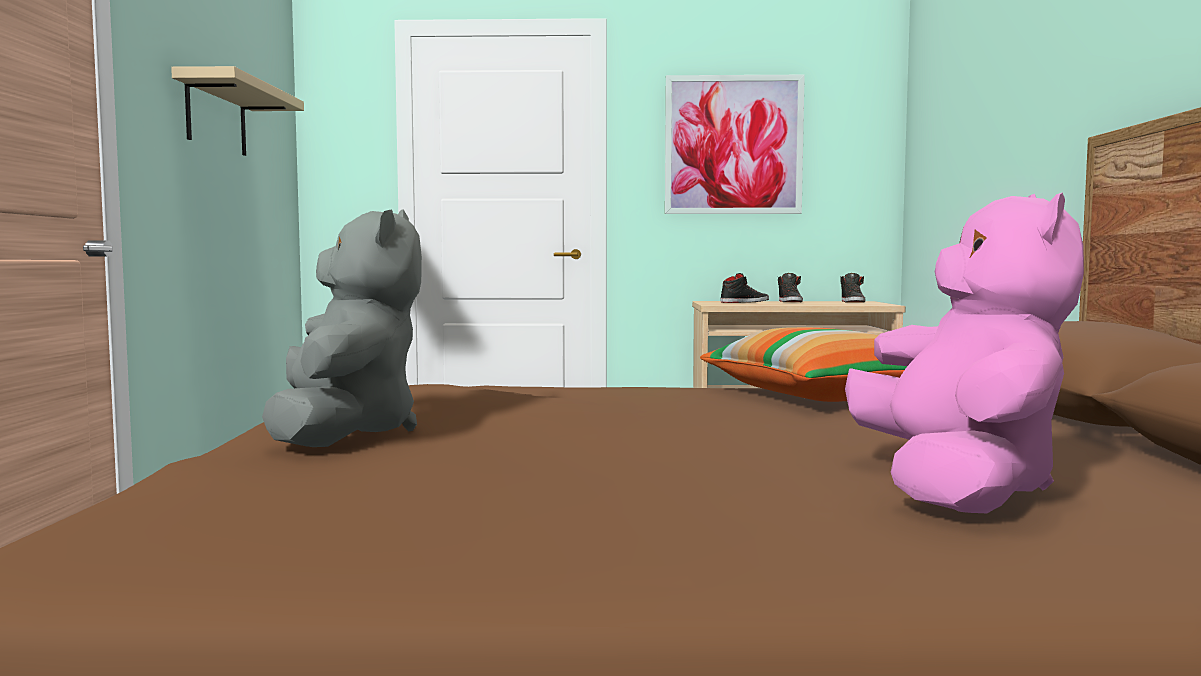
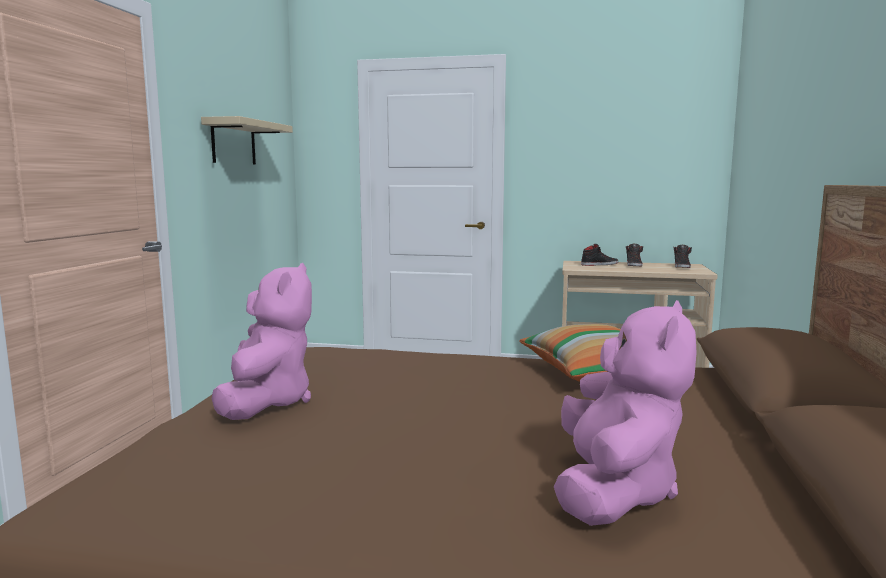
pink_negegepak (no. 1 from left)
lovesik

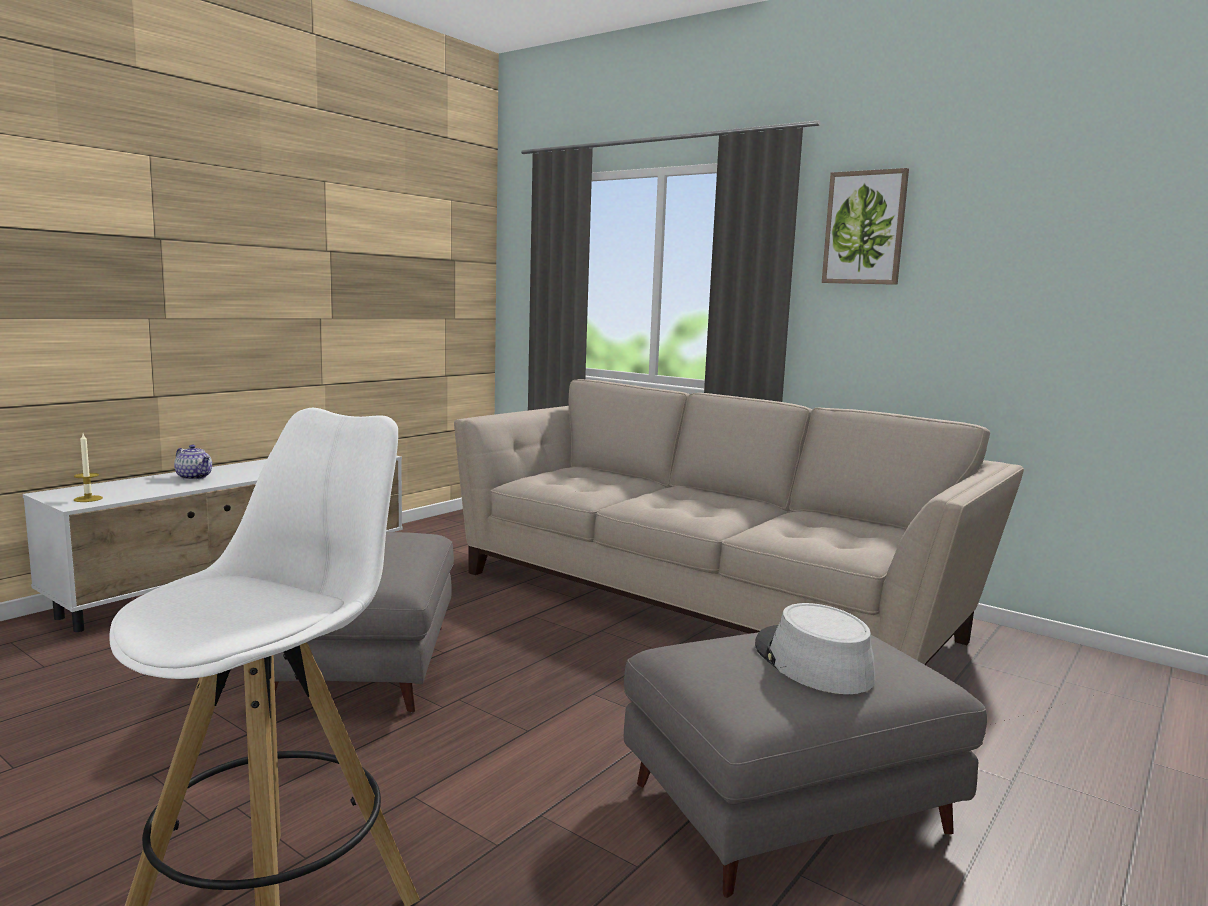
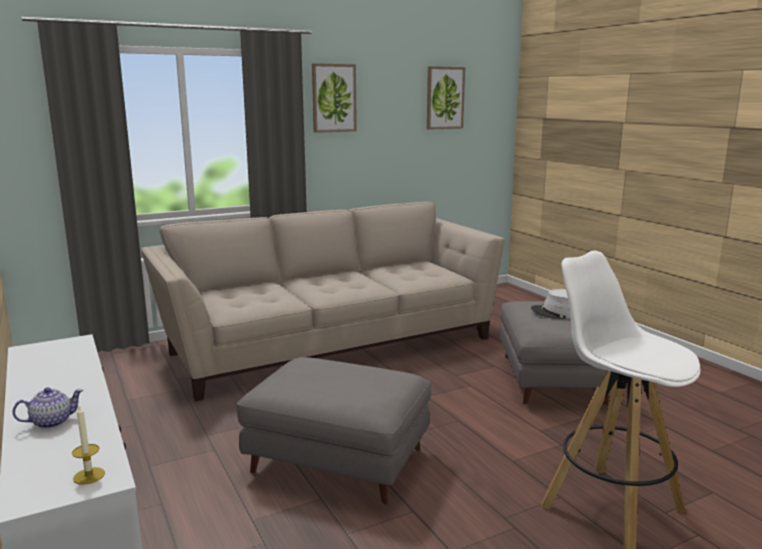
lovesik (no. 2 from left)

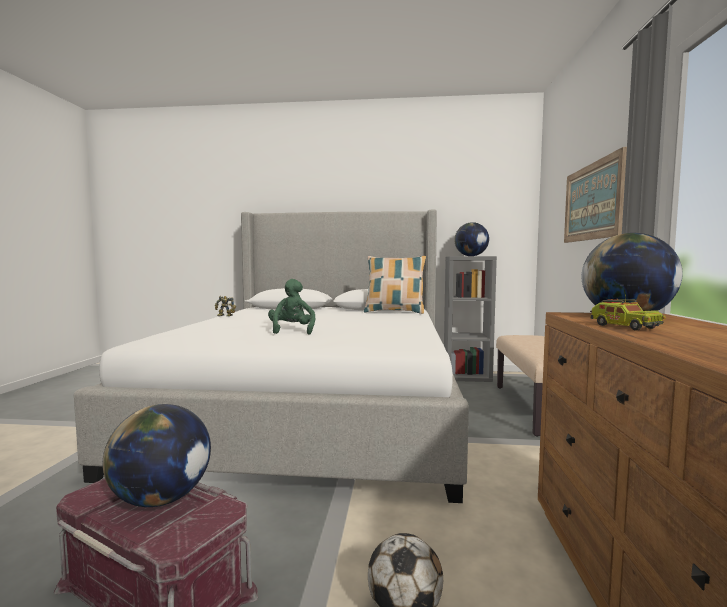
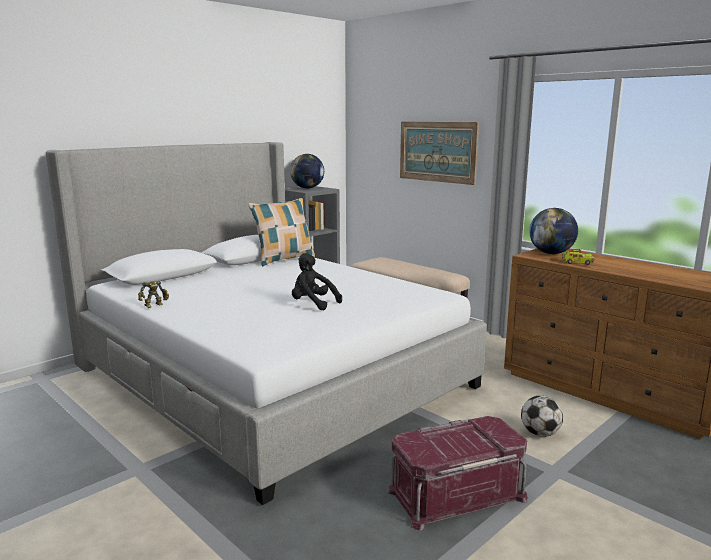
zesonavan (no. 1 from left in the first image)
black_negegepak

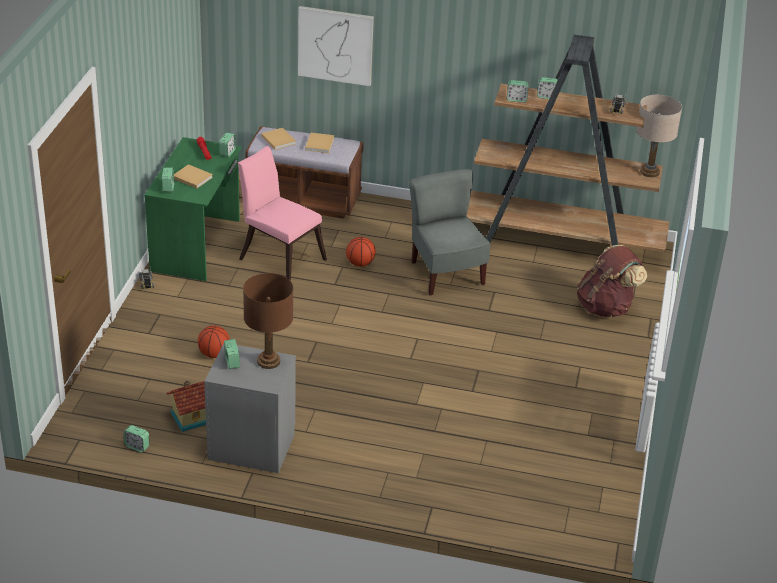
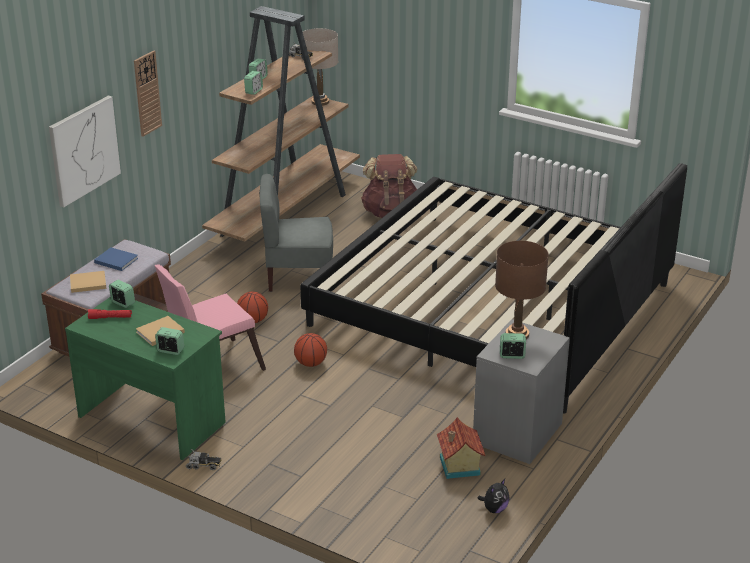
negegepak
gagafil (no. 2 from left)
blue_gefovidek
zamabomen
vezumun

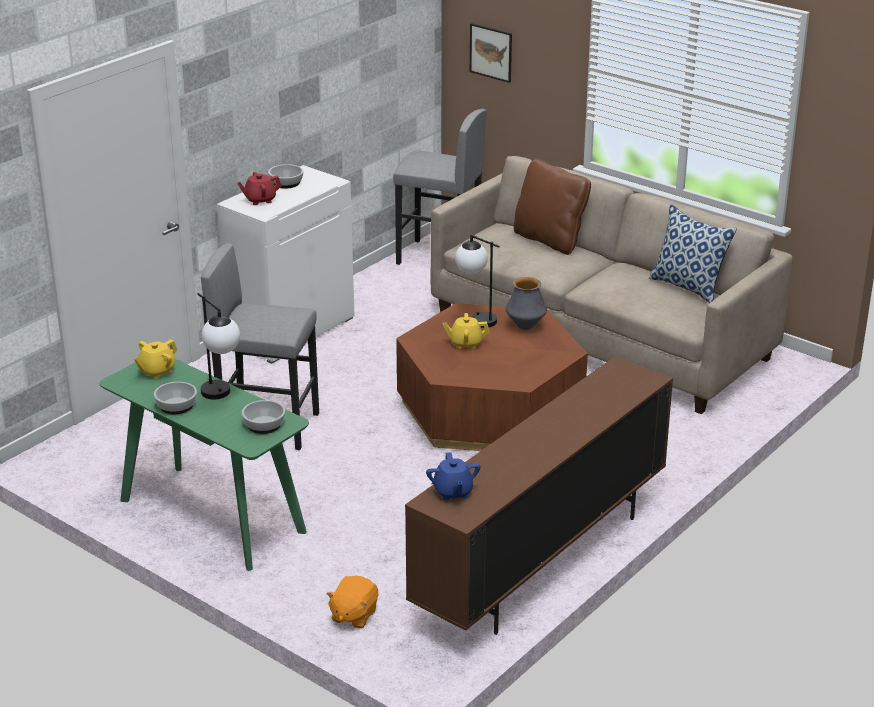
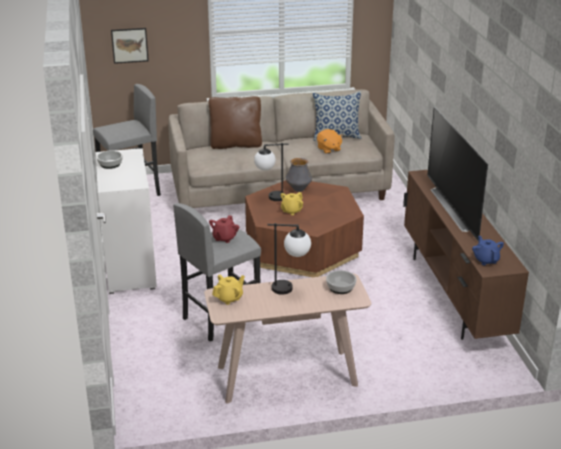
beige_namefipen
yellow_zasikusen (no. 1 from left)
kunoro (no. 1 from left in the first image)
red_zasikusen
orange_negegepak
blue_zasikusen
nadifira

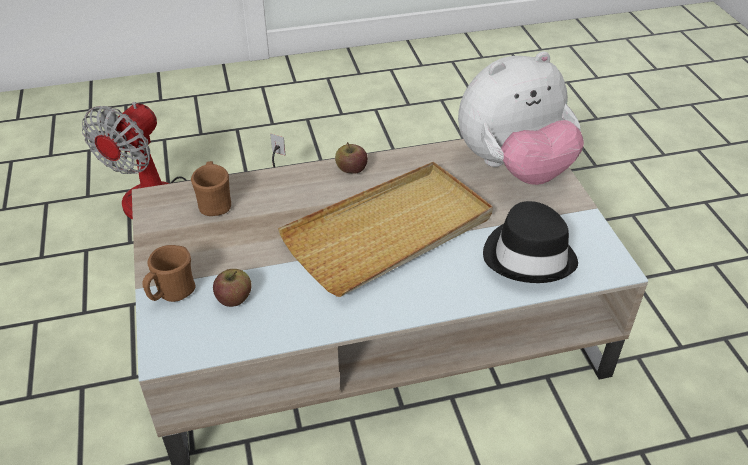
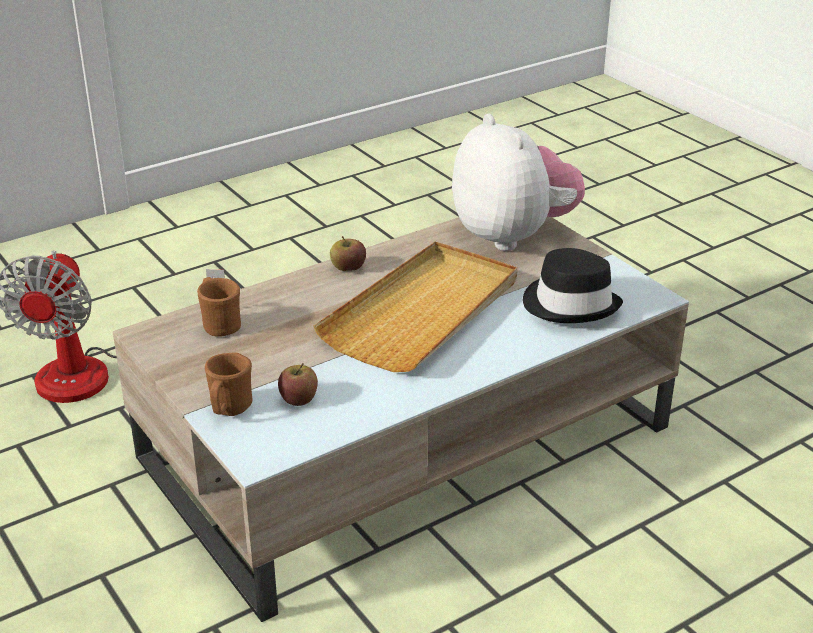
negegepak

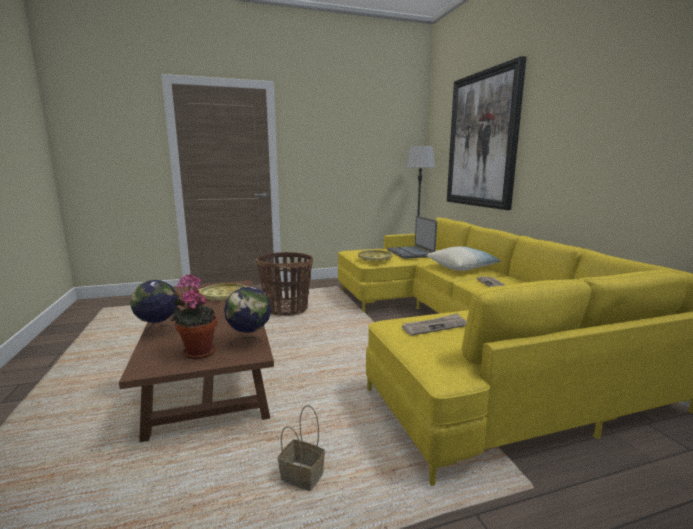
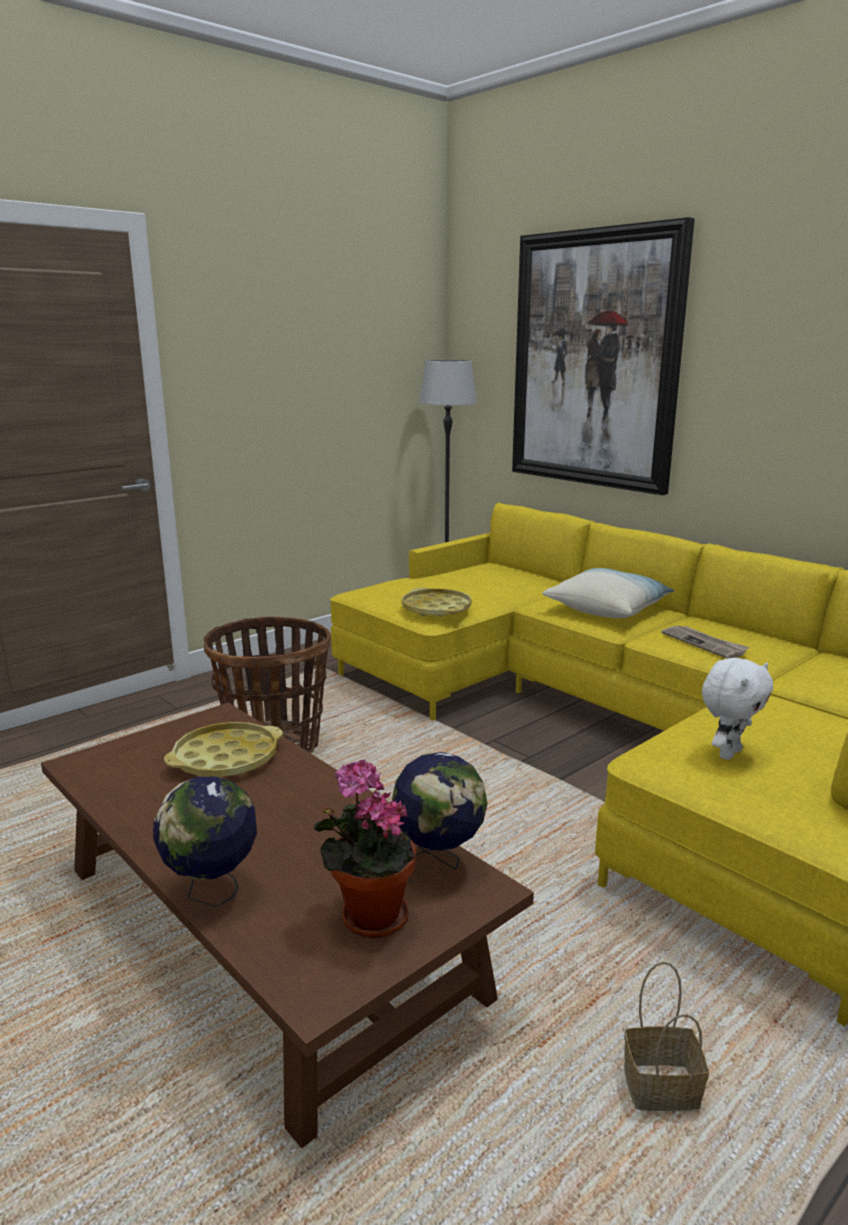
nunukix
white_negegepak

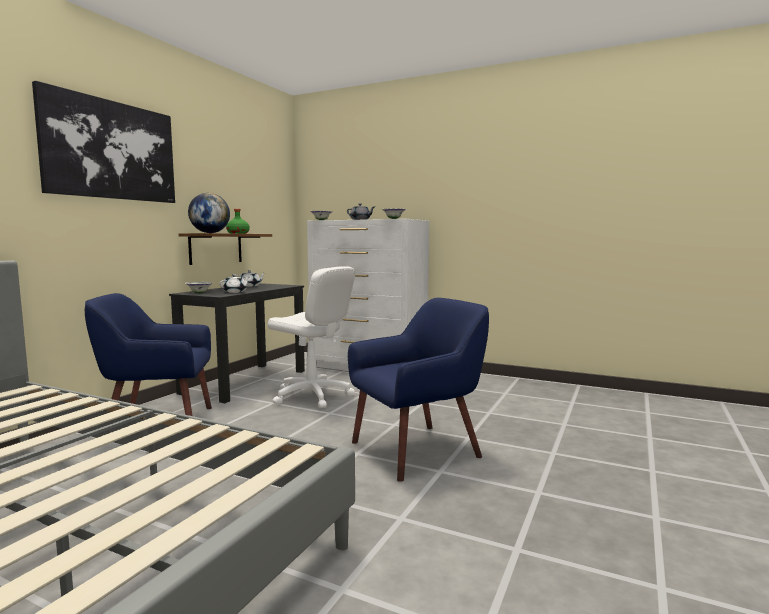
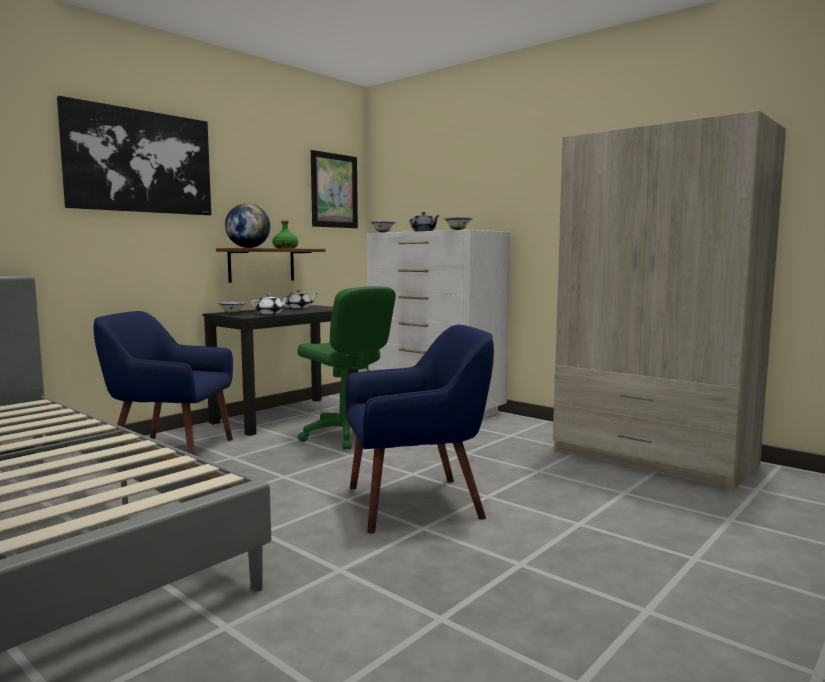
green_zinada
lovesik (no. 2 from left)
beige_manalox

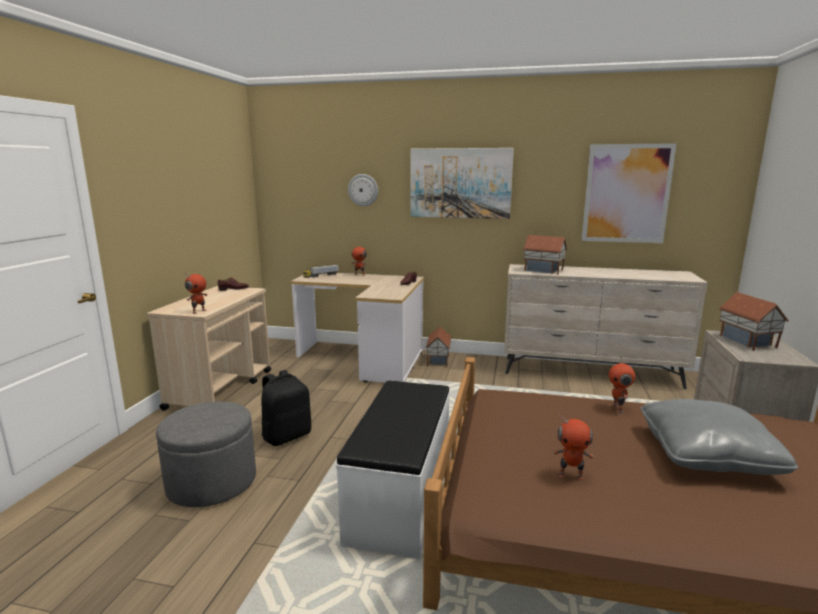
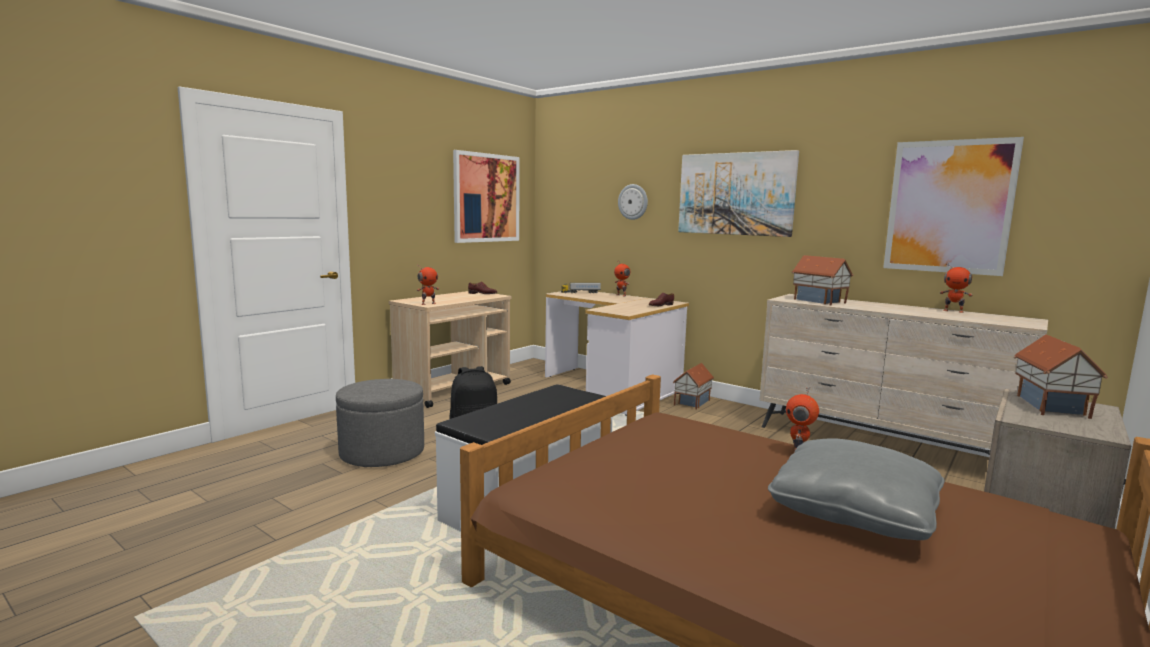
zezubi (no. 4 from left)
lovesik (no. 1 from left)

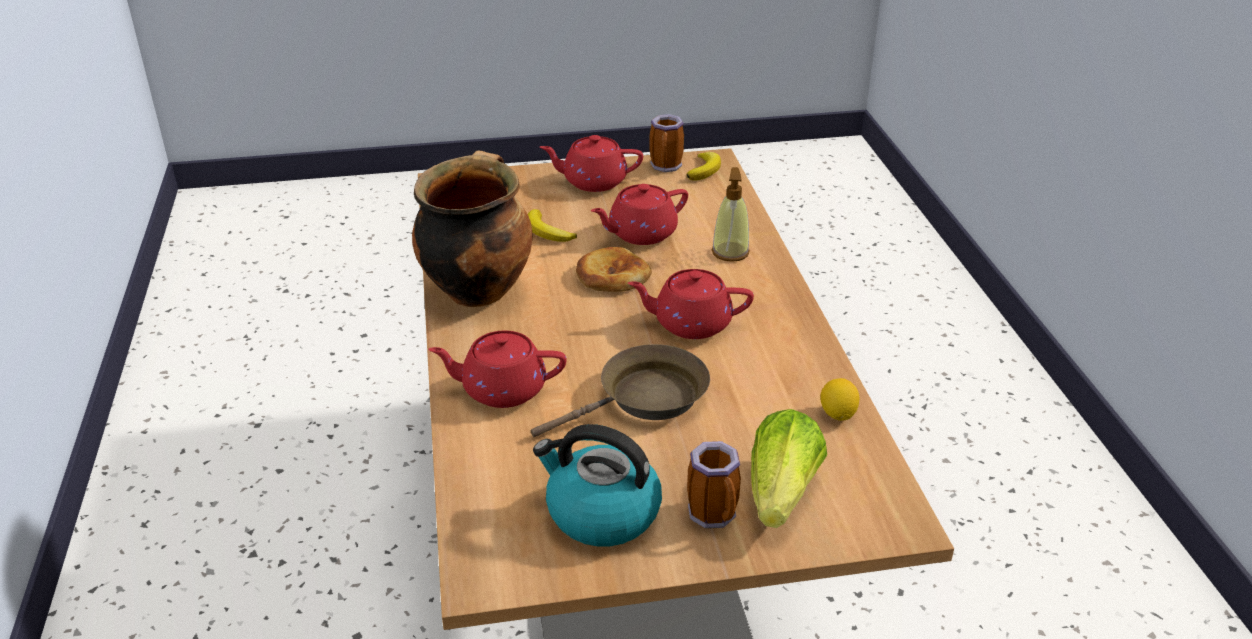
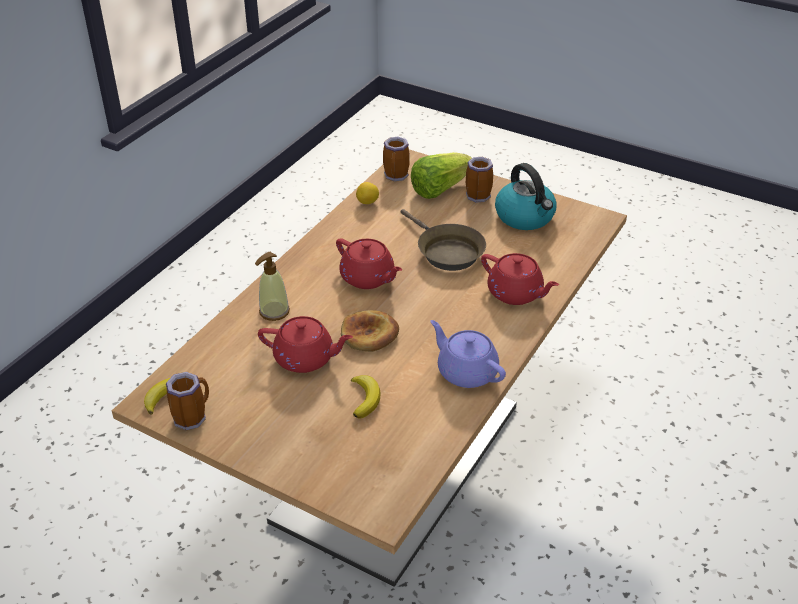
purple_zasikusen
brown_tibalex
red_zasikusen (no. 2 from left in the first image)
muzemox (no. 2 from left)

